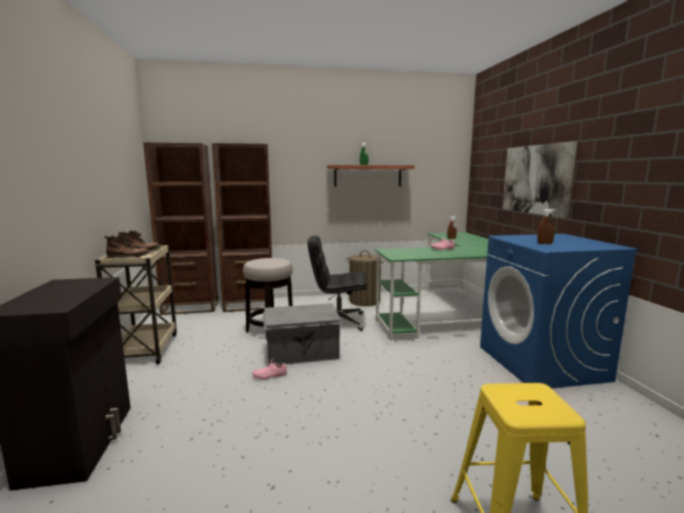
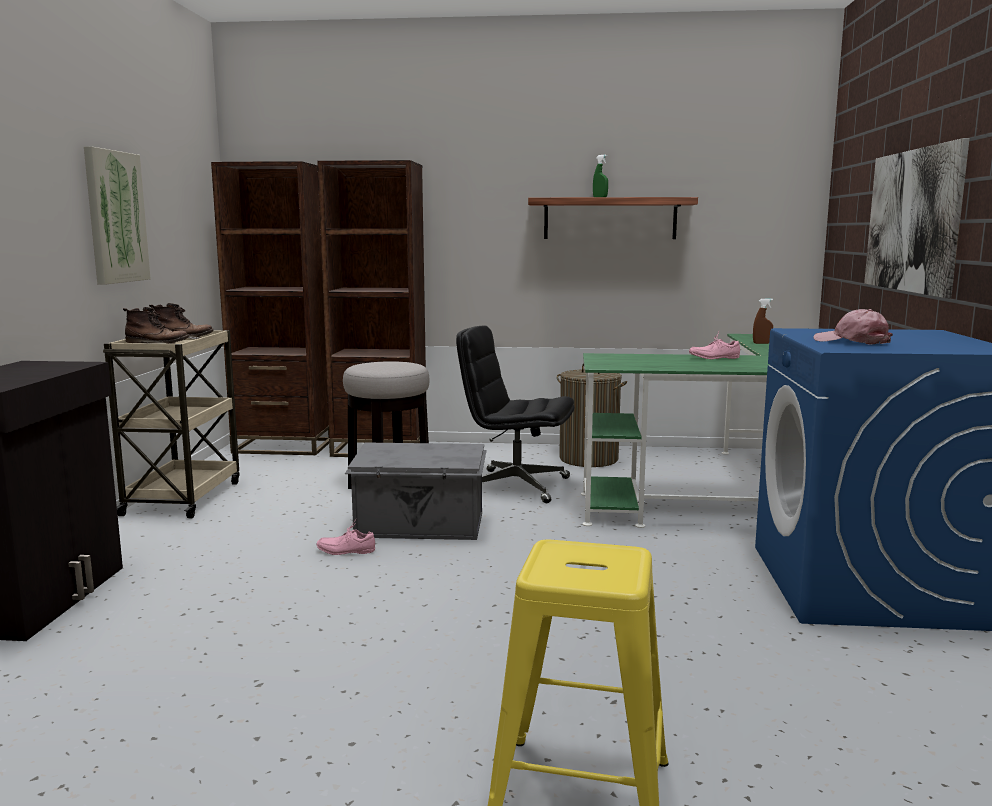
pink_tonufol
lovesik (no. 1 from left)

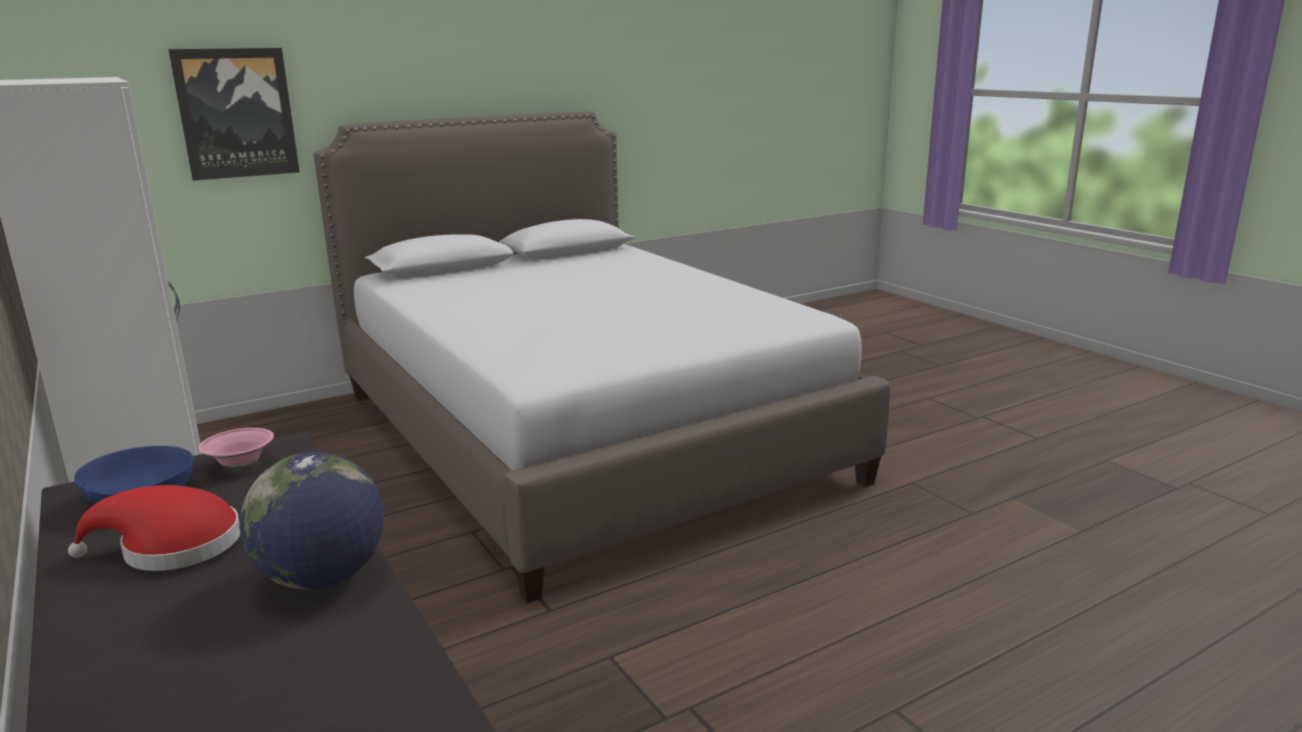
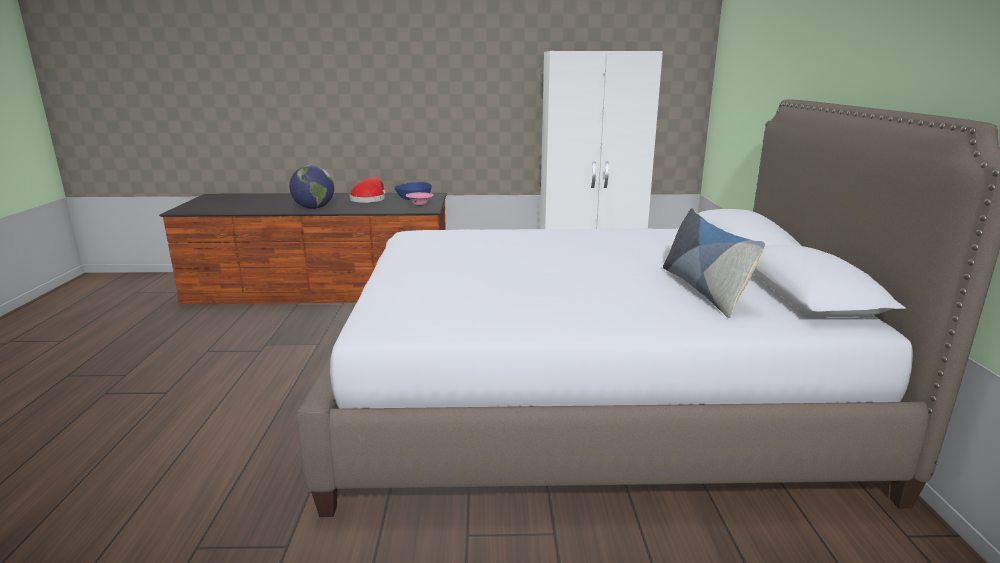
lovesik
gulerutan

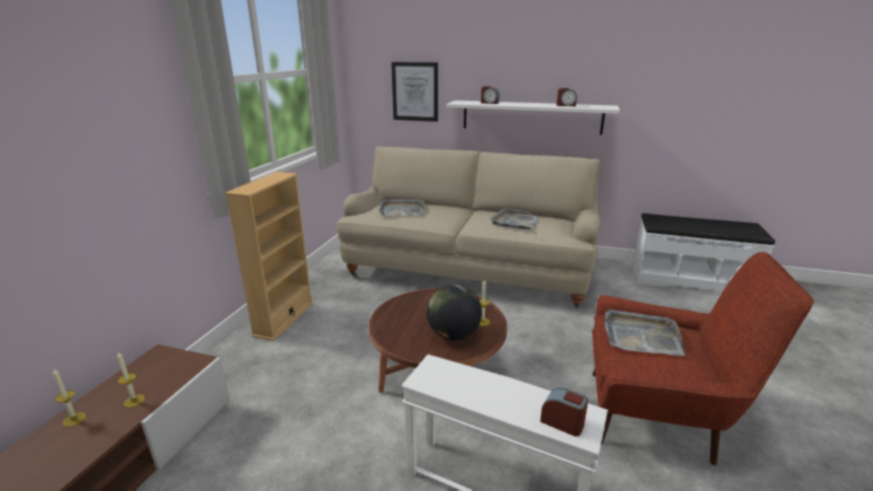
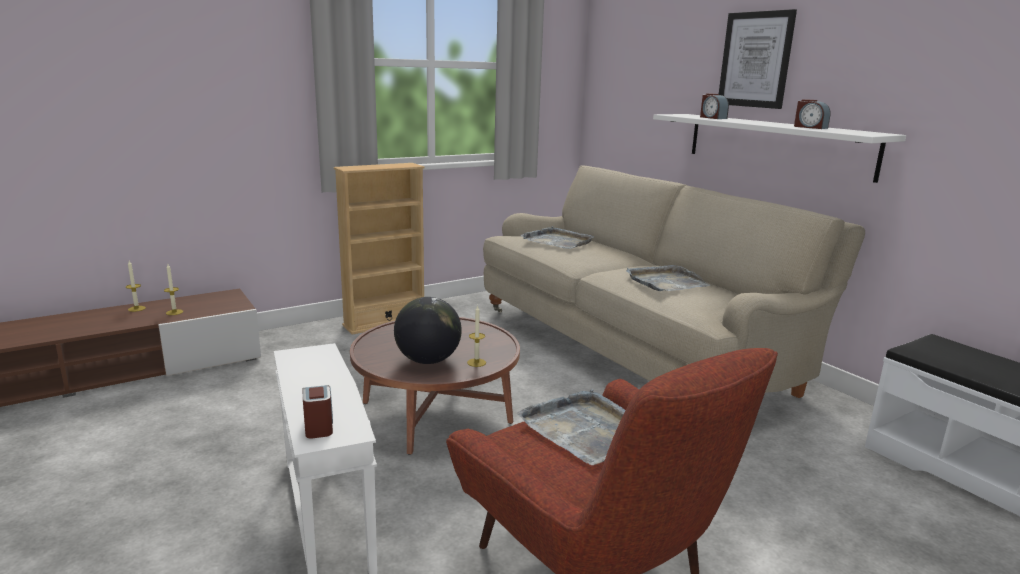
lovesik

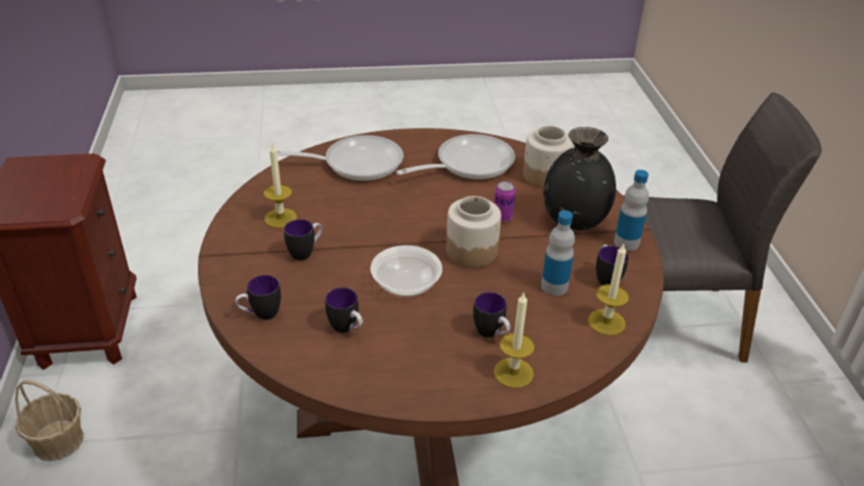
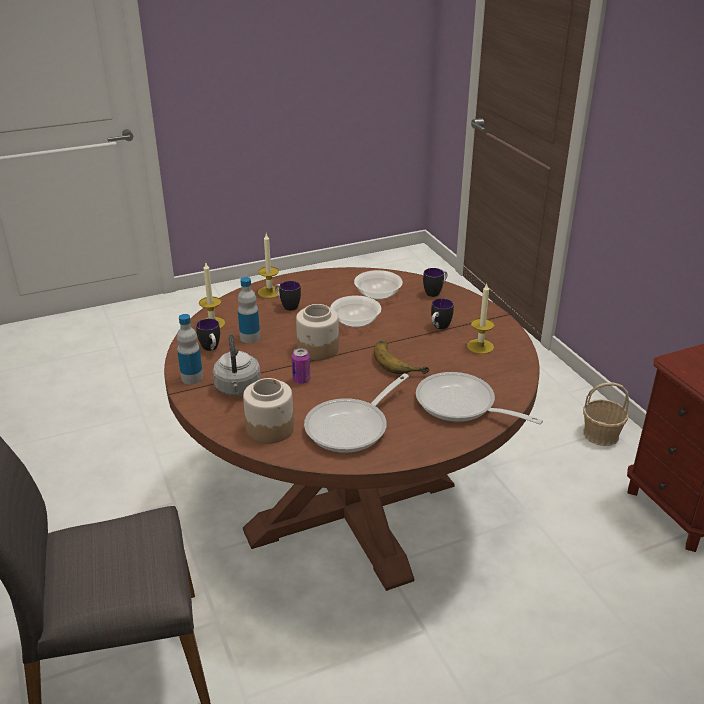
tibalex (no. 2 from left)
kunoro (no. 2 from left)
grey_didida
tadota

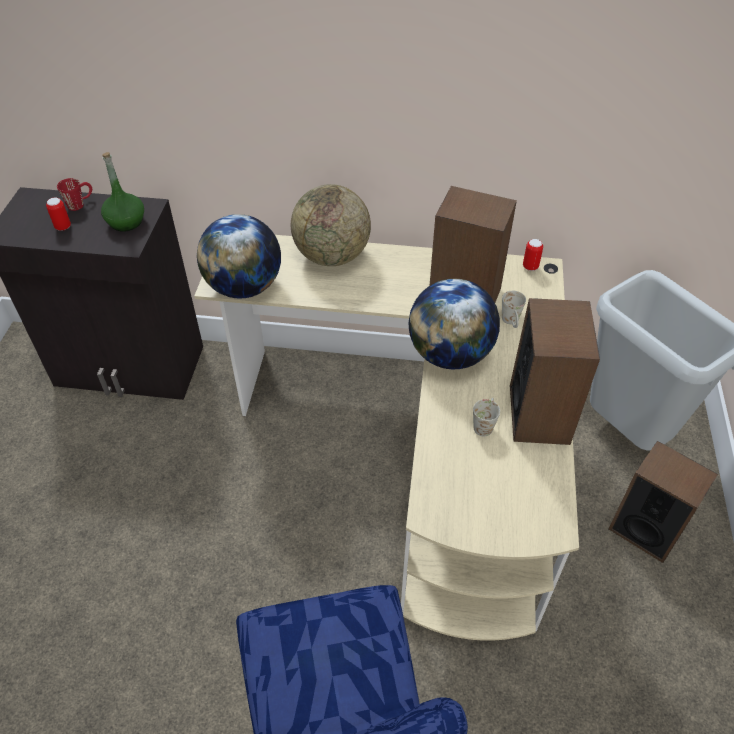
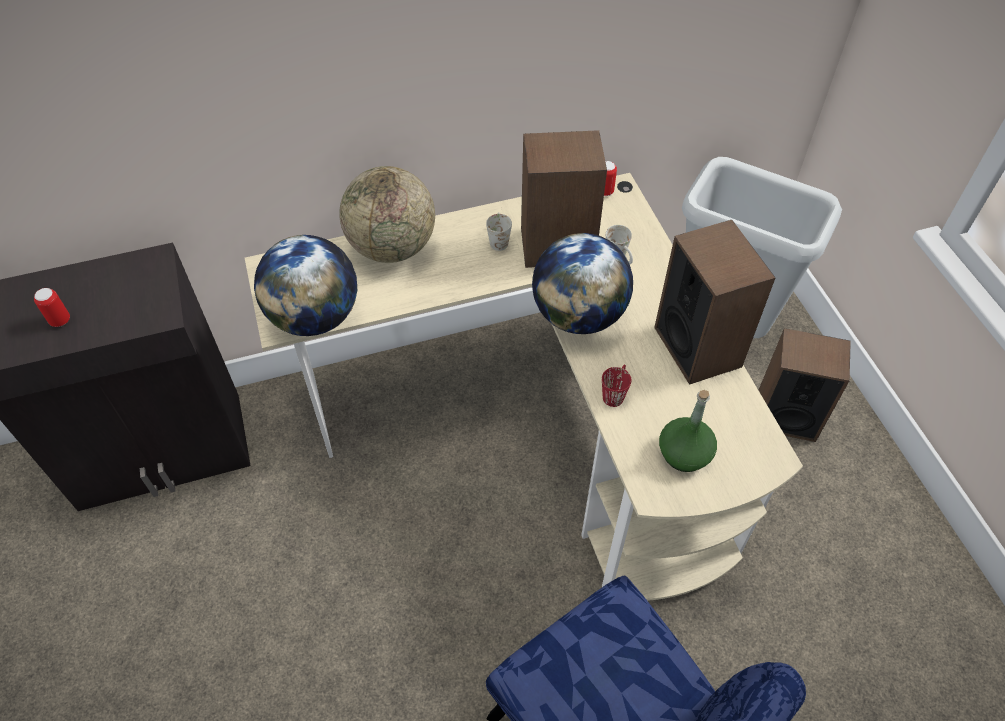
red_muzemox
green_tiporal
white_muzemox (no. 1 from left)

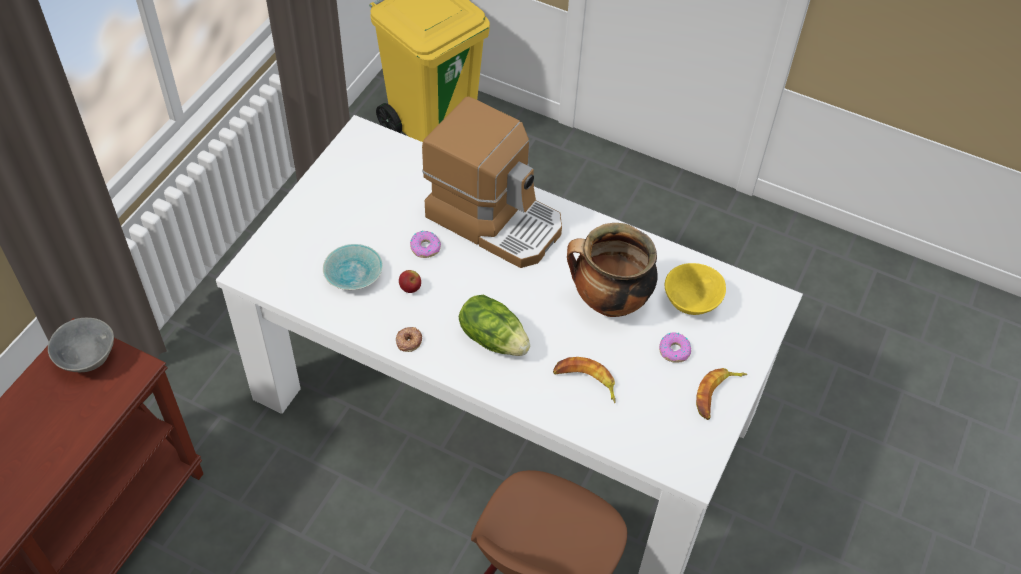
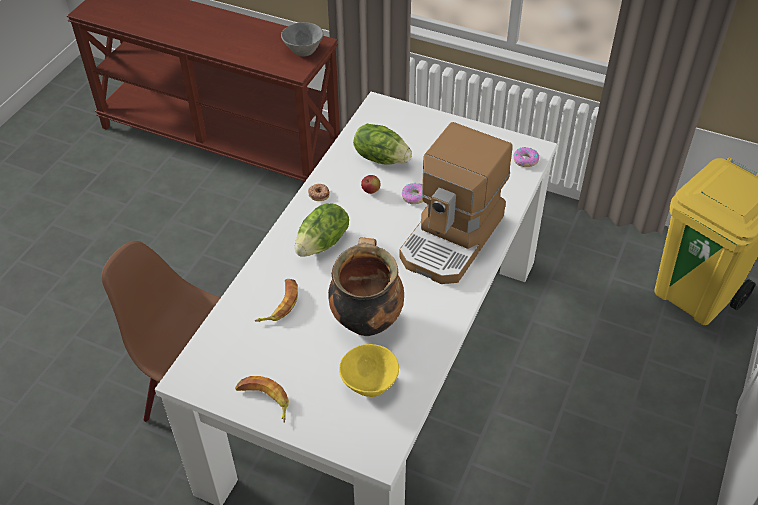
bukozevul (no. 2 from left)
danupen (no. 3 from left)

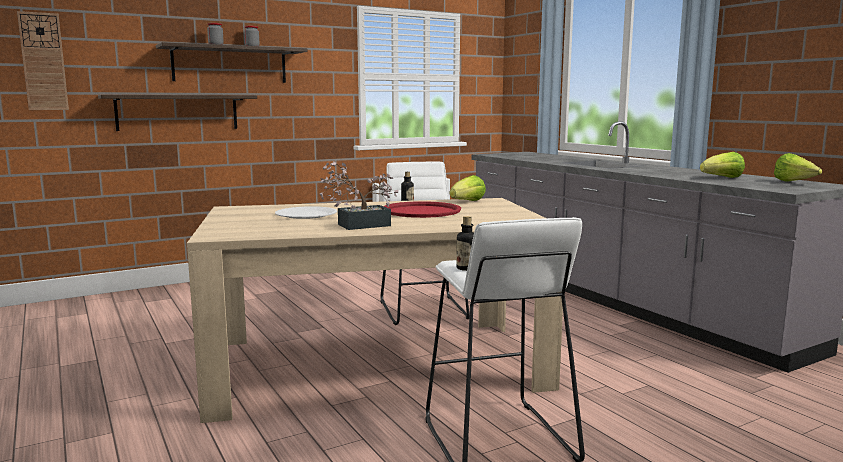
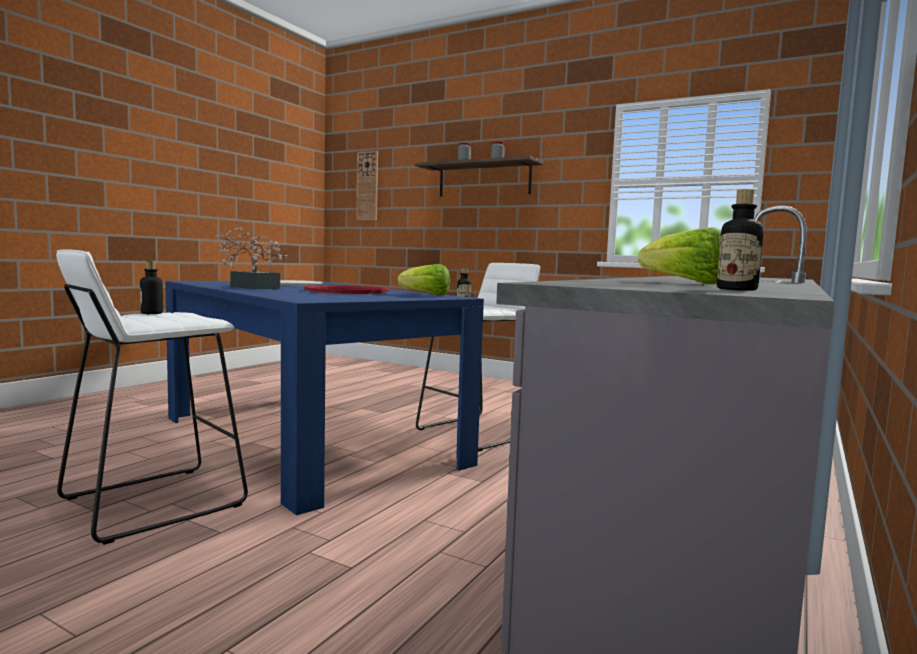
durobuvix (no. 1 from left in the first image)
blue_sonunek
tiporal (no. 3 from left)

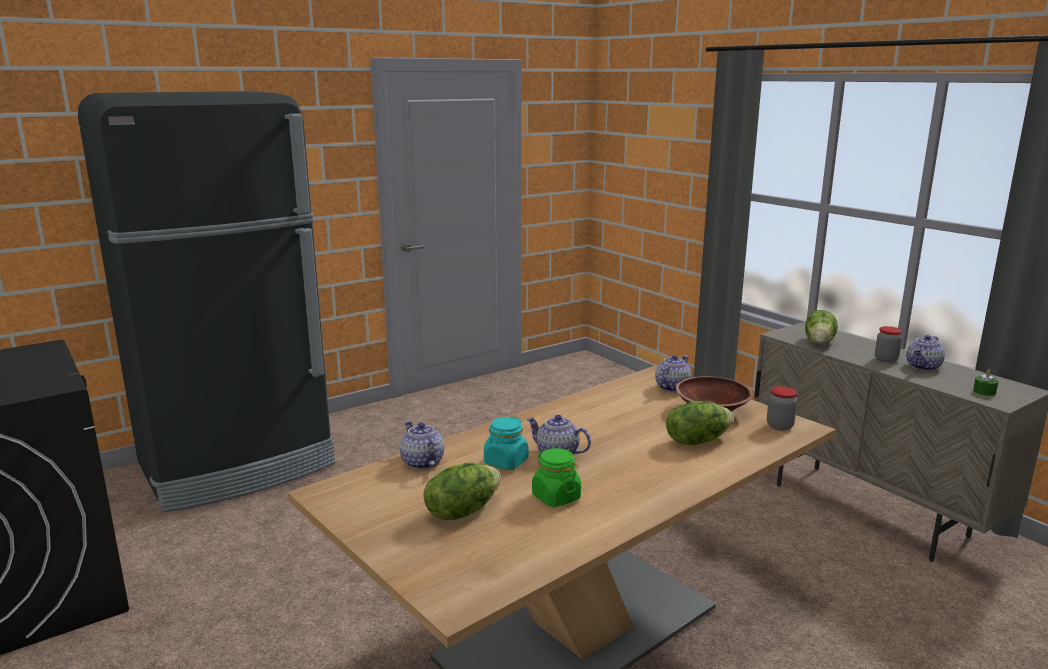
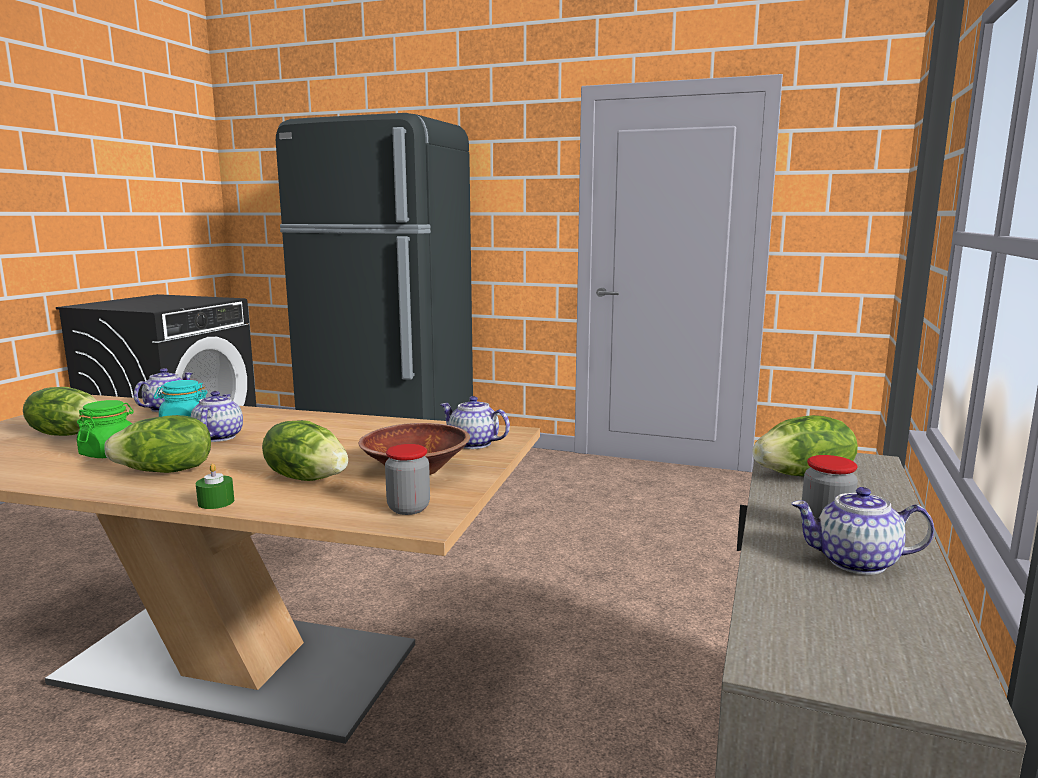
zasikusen (no. 3 from left)
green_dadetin
bukozevul (no. 2 from left)

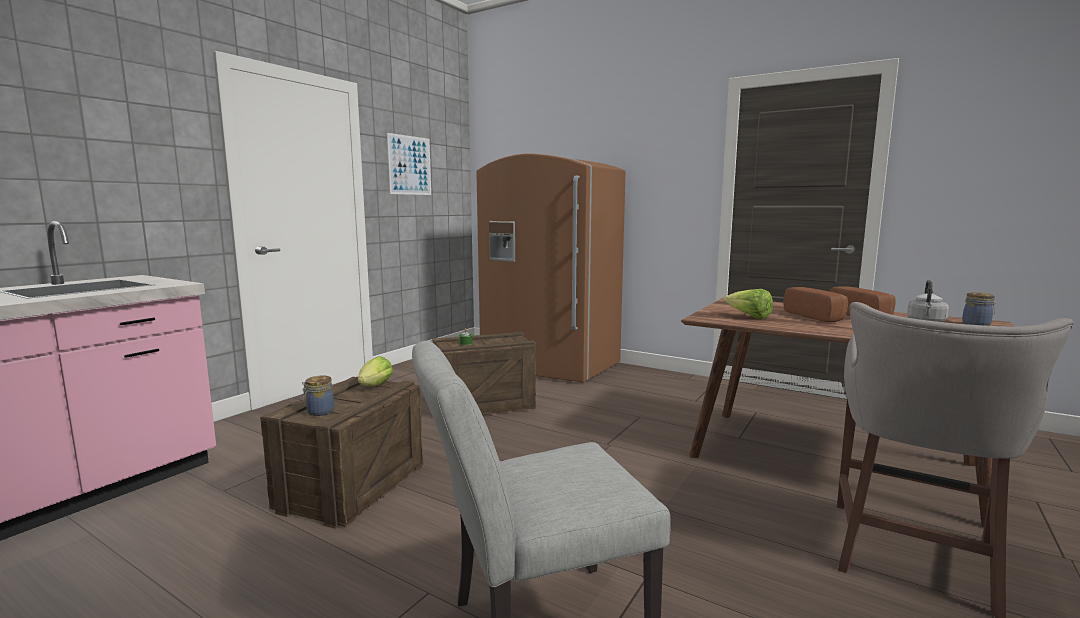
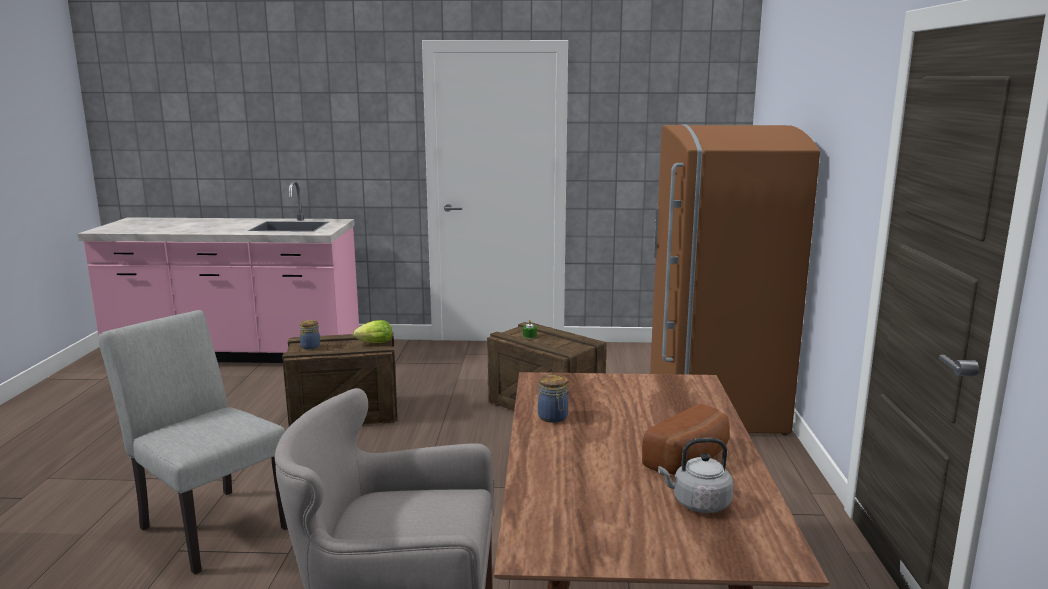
lovesik
bukozevul (no. 2 from left in the first image)
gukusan (no. 1 from left in the first image)
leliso (no. 2 from left)

